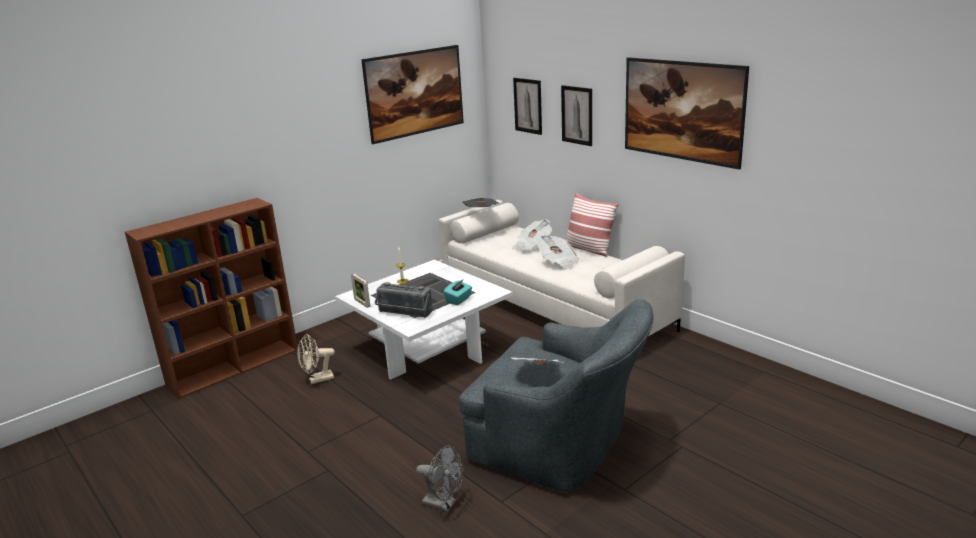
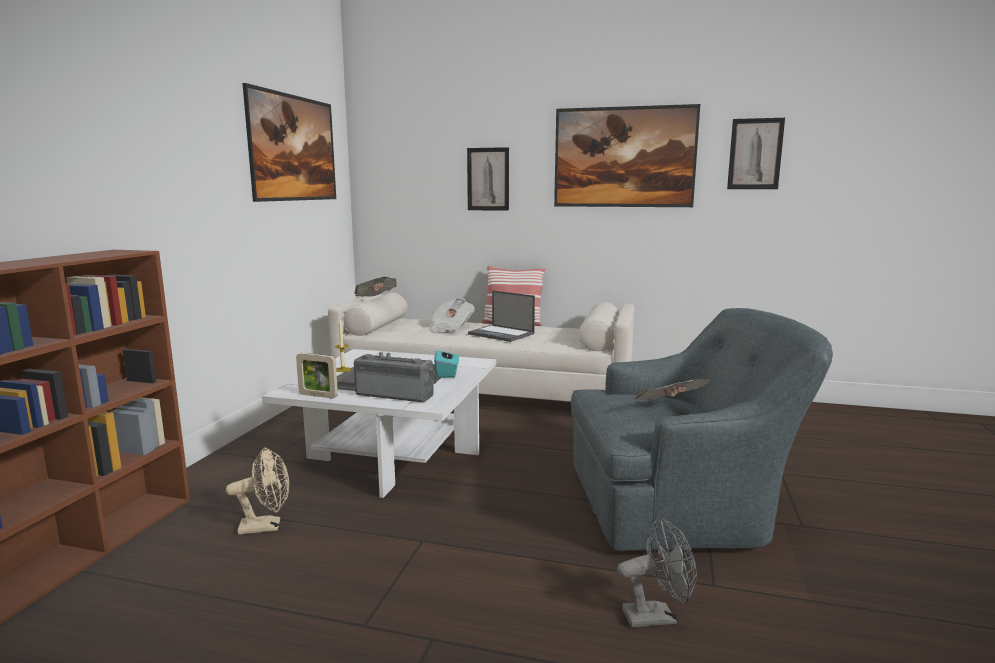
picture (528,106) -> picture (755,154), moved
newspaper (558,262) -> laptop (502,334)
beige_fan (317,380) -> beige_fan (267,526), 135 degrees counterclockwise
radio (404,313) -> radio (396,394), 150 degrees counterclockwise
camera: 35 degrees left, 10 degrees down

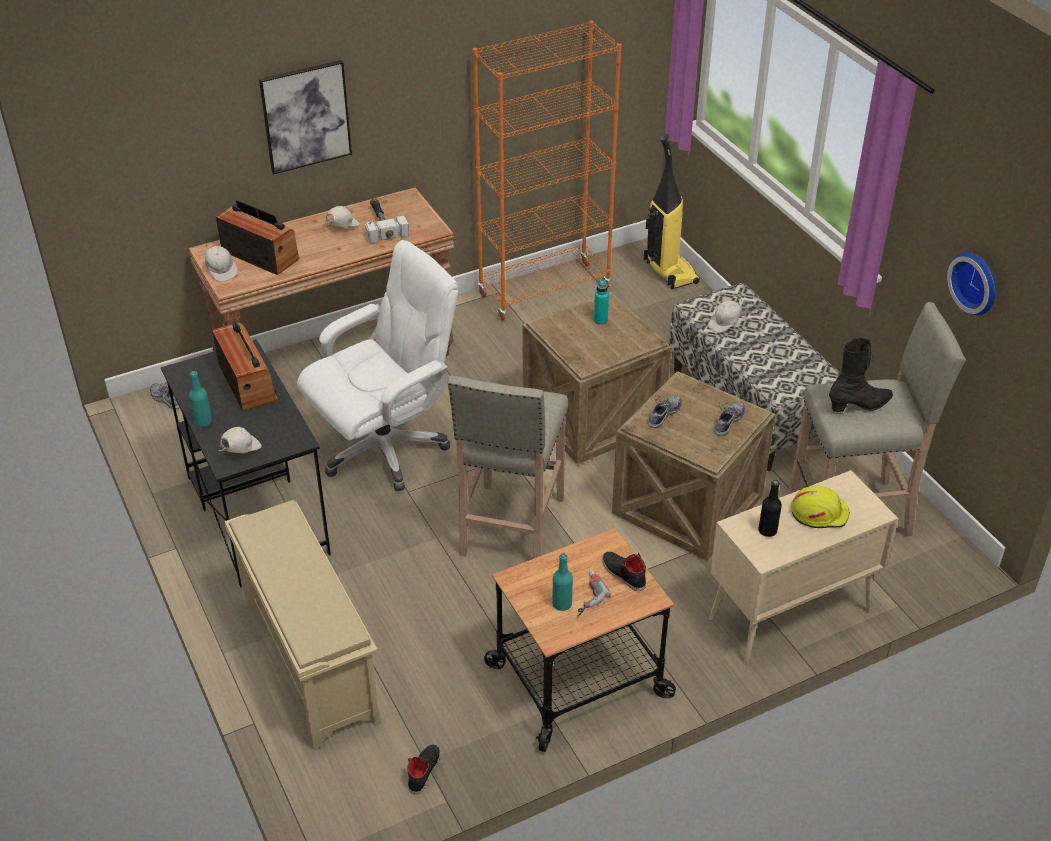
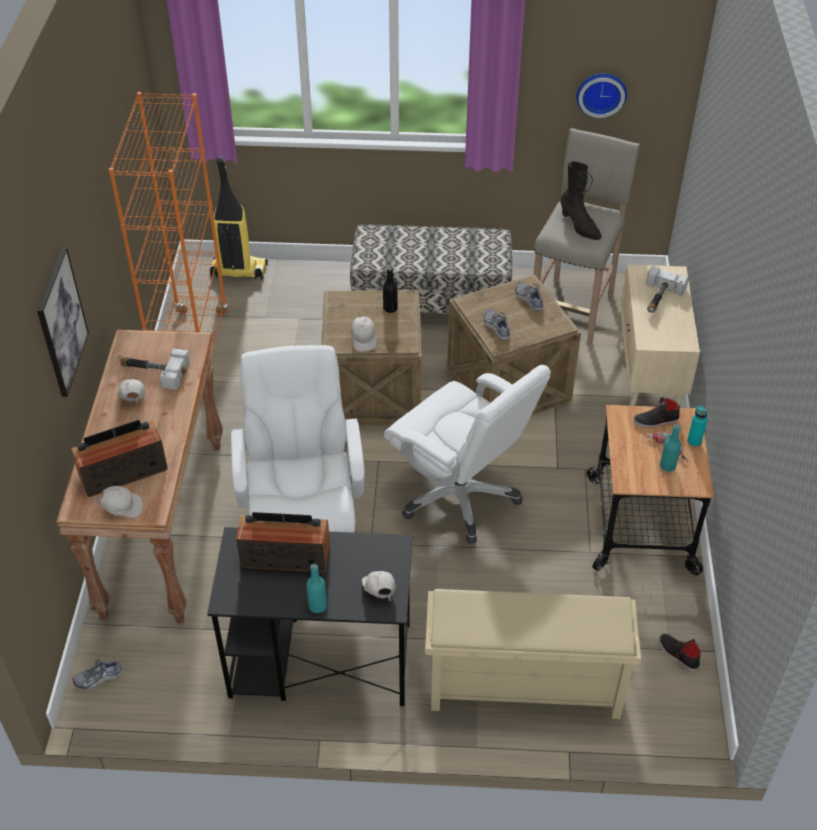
turquoise_bottle (600,320) -> turquoise_bottle (694,441), moved
white_cap (725,324) -> white_cap (364,339), moved
black_bottle (767,531) -> black_bottle (390,308), moved
beige_stool (510,528) -> white_office_chair (460,496)
yellow_hard_hat (819,513) -> hammer (659,298)
black_boot (859,405) -> black_boot (579,226), 135 degrees clockwise
camera: 60 degrees left, 5 degrees up

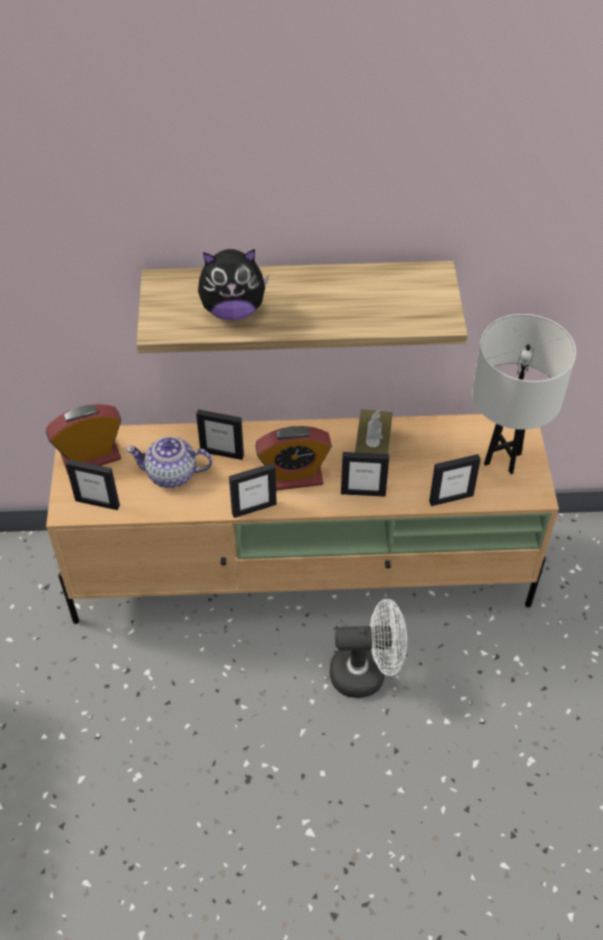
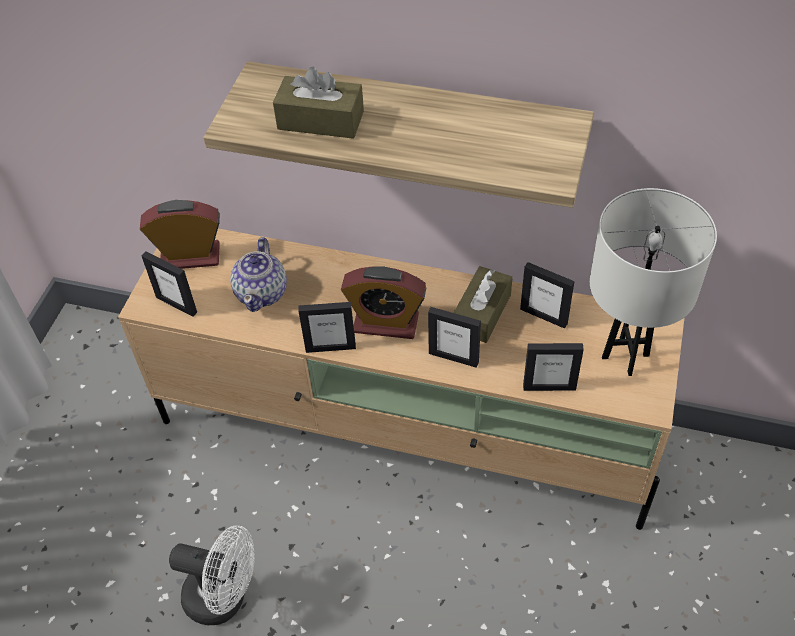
picture_frame (222,453) -> picture_frame (543,316), moved
white_fan (367,673) -> white_fan (225,598), moved
plush_toy (233,310) -> brown_tissue_box (320,120)
teapot (172,474) -> teapot (262,292), 105 degrees counterclockwise
camera: 20 degrees right, 0 degrees up

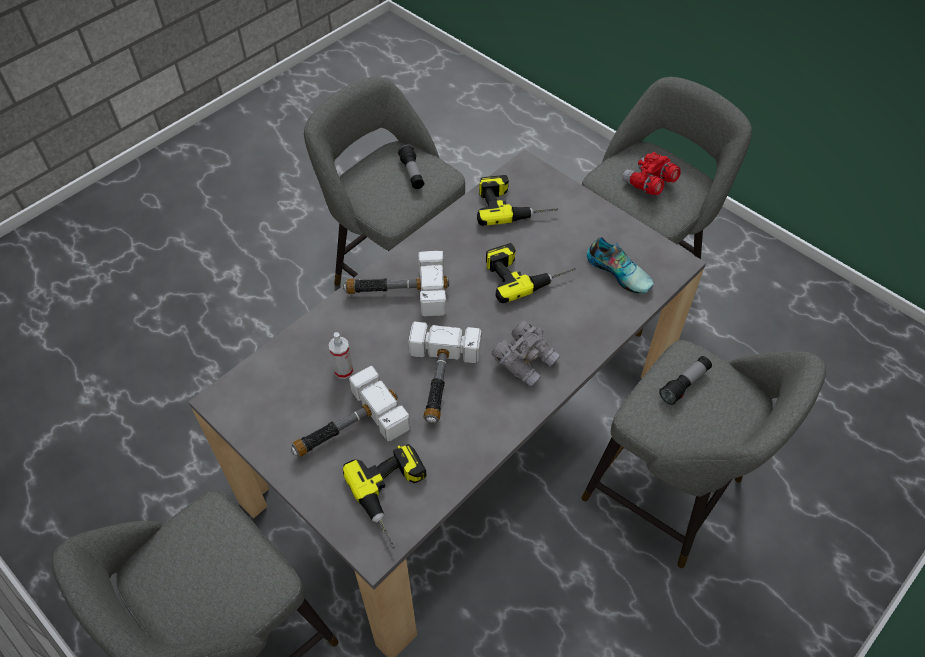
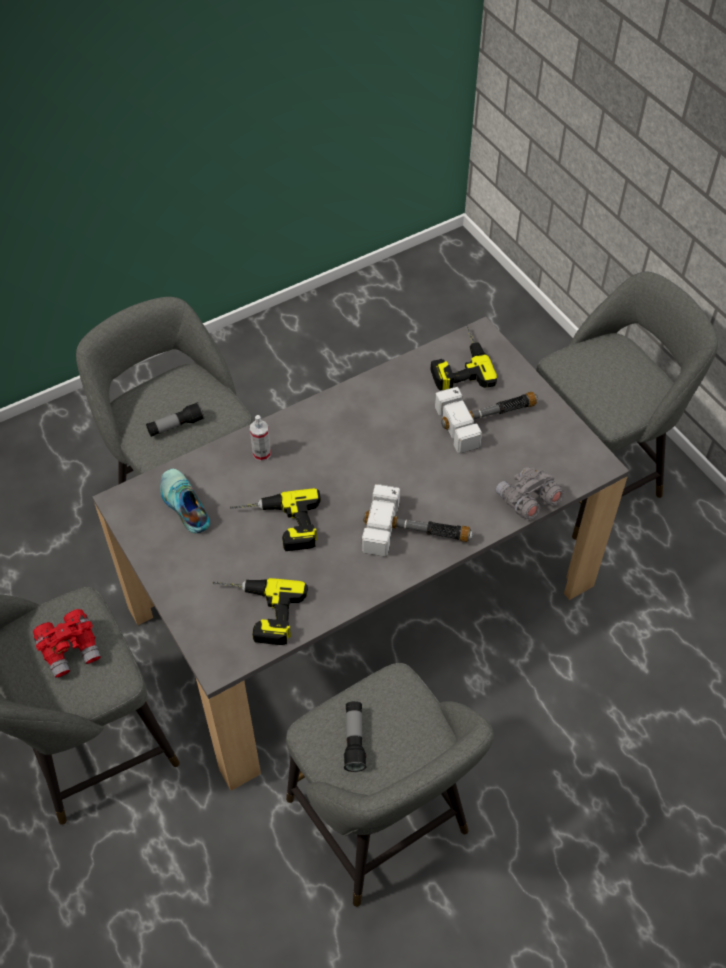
hammer (439,381) -> none
spray_bottle (343,370) -> spray_bottle (262,454), moved
grey_binoculars (525,361) -> grey_binoculars (527,501), moved
camera: 165 degrees left, 0 degrees up

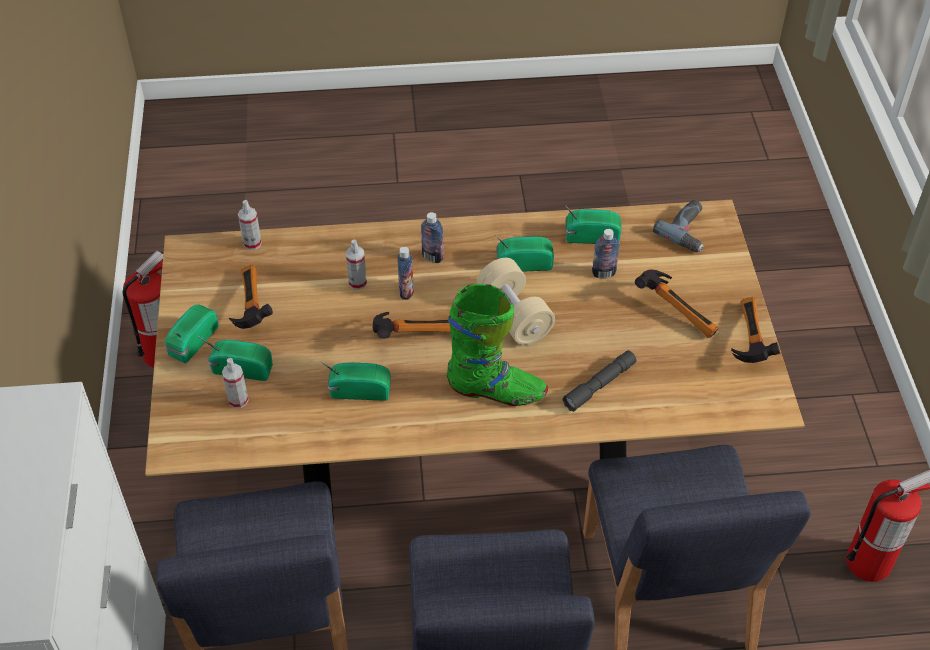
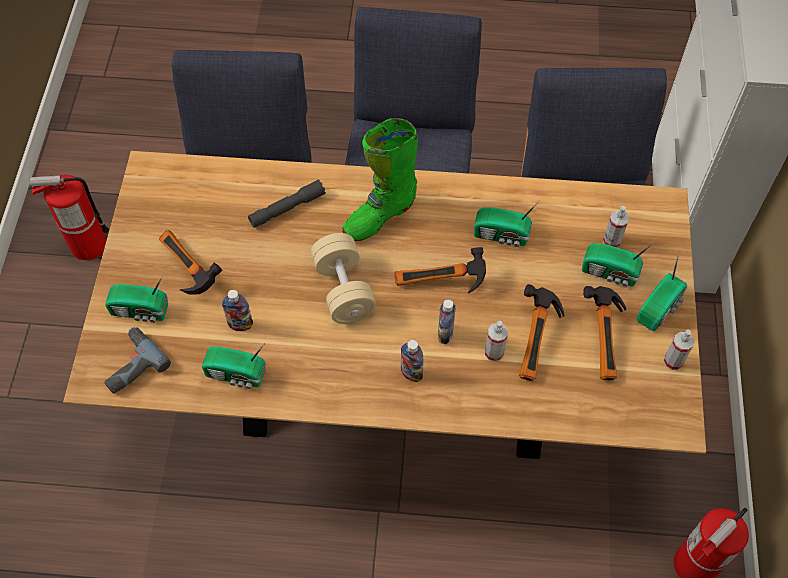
spray_bottle (252,243) -> spray_bottle (673,361), moved
radio (522,263) -> radio (141,311), moved
hammer (745,340) -> hammer (539,342), moved
green_boot (496,391) -> green_boot (379,216), 60 degrees counterclockwise
camera: 170 degrees left, 10 degrees up

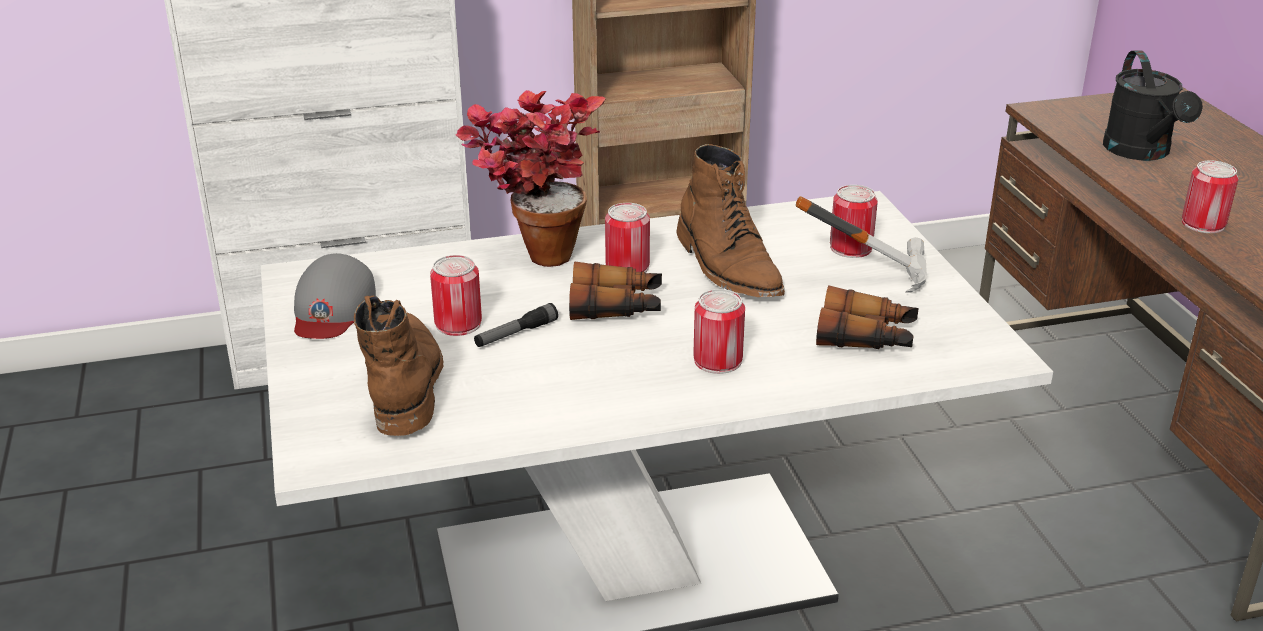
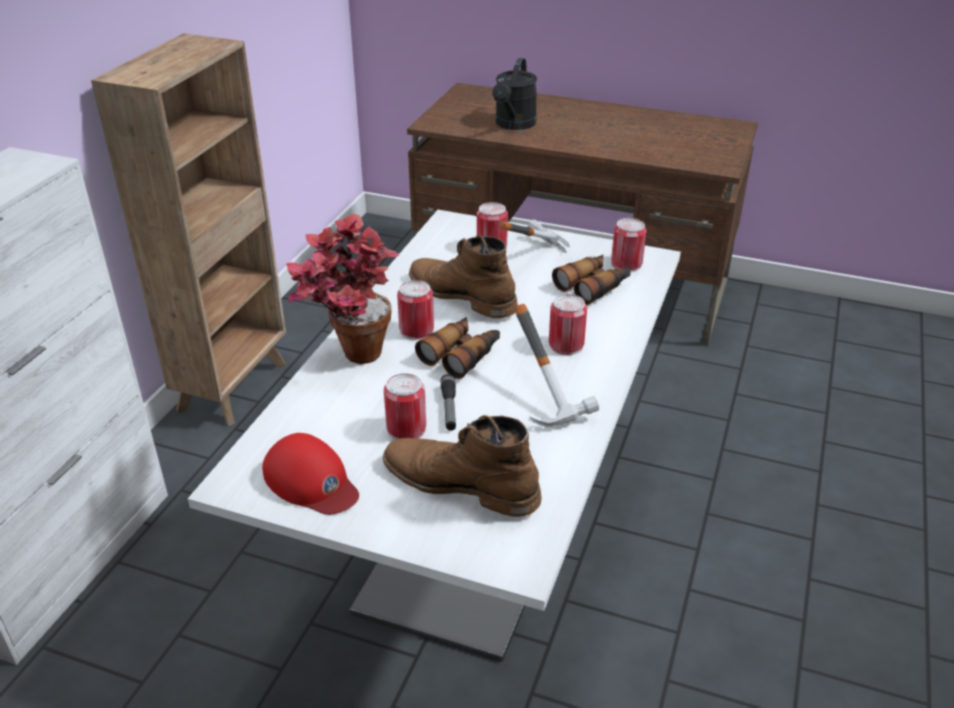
none -> hammer (553,396)
can (1203,223) -> can (626,264), moved
grey_cap (332,308) -> red_cap (311,482)
brown_boot (727,266) -> brown_boot (462,295), 150 degrees counterclockwise
black_watering_can (1142,152) -> black_watering_can (514,125), 75 degrees clockwise
camera: 55 degrees left, 5 degrees up

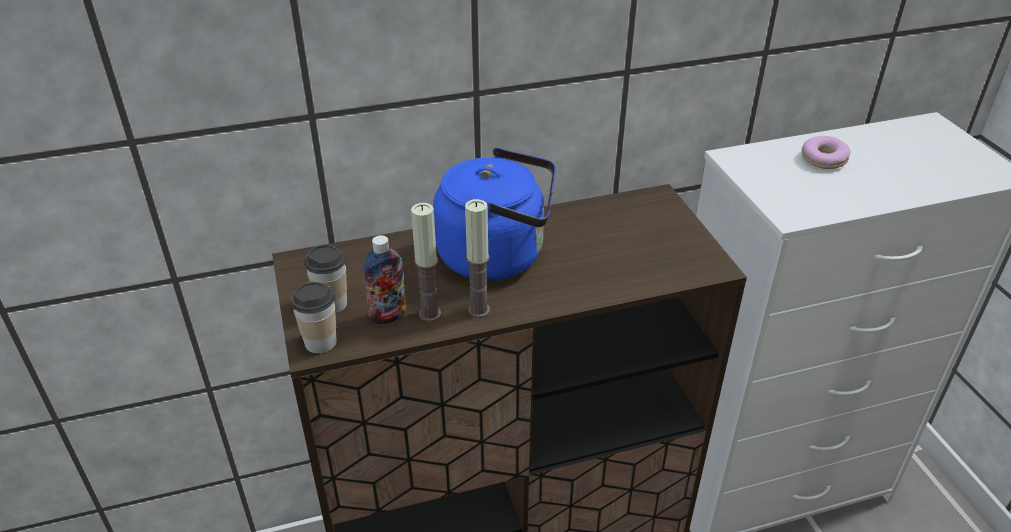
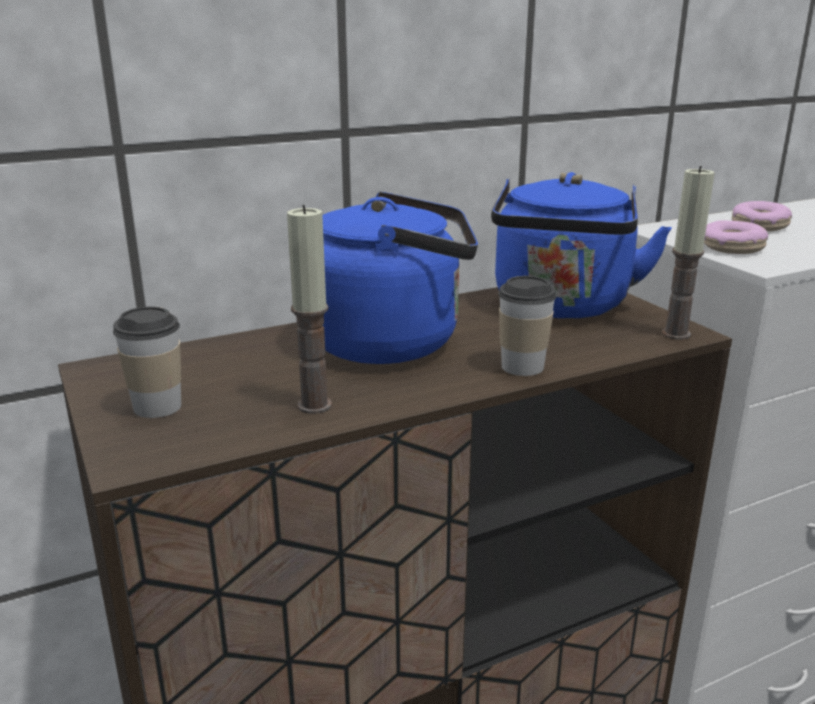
bottle (388,315) -> none
none -> blue_kettle (561,307)
none -> donut (732,247)
cup (320,342) -> cup (522,367), moved
candle (479,310) -> candle (676,334), moved
camera: 10 degrees left, 15 degrees down

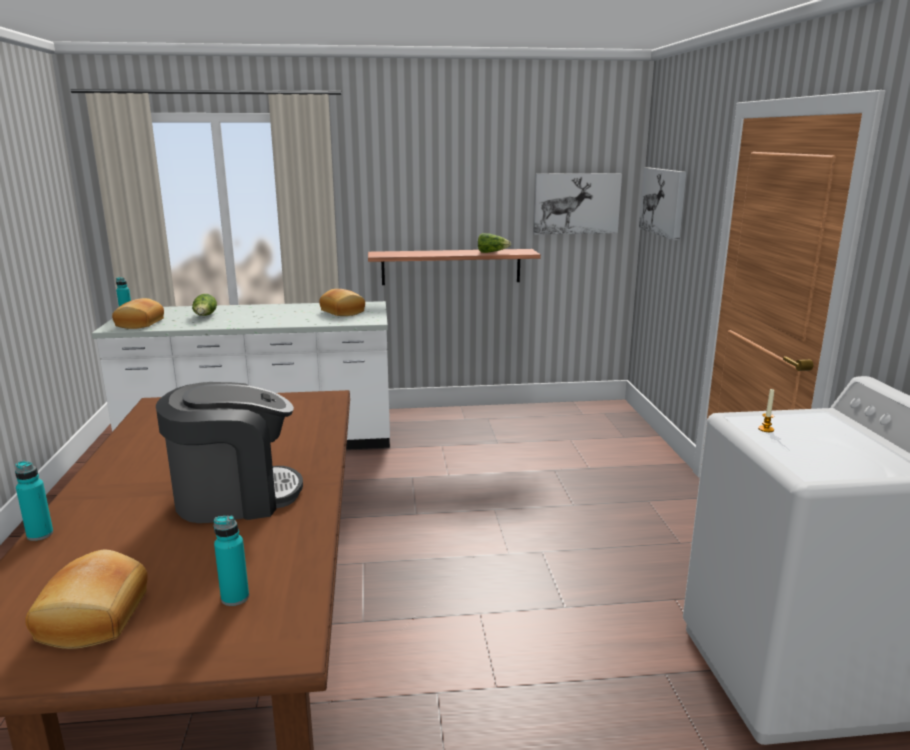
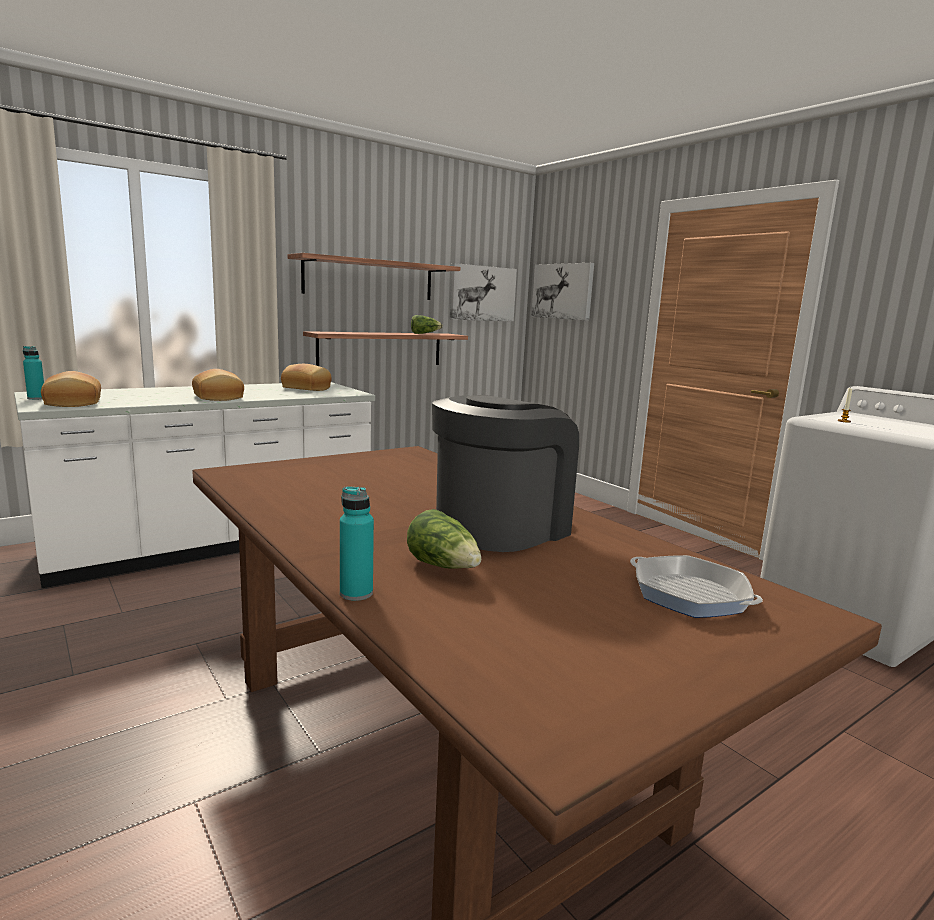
none -> shelf (369,279)
bread (96,617) -> bread (219,397), moved
lettuce (205,316) -> lettuce (444,567), moved
turquoise_bottle (235,597) -> frying_pan (690,594)
camera: 30 degrees left, 5 degrees down

